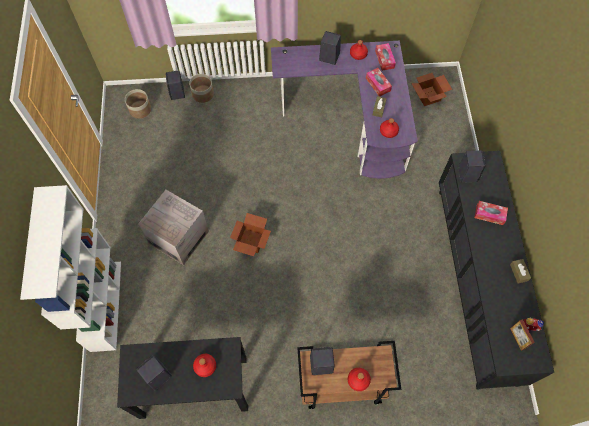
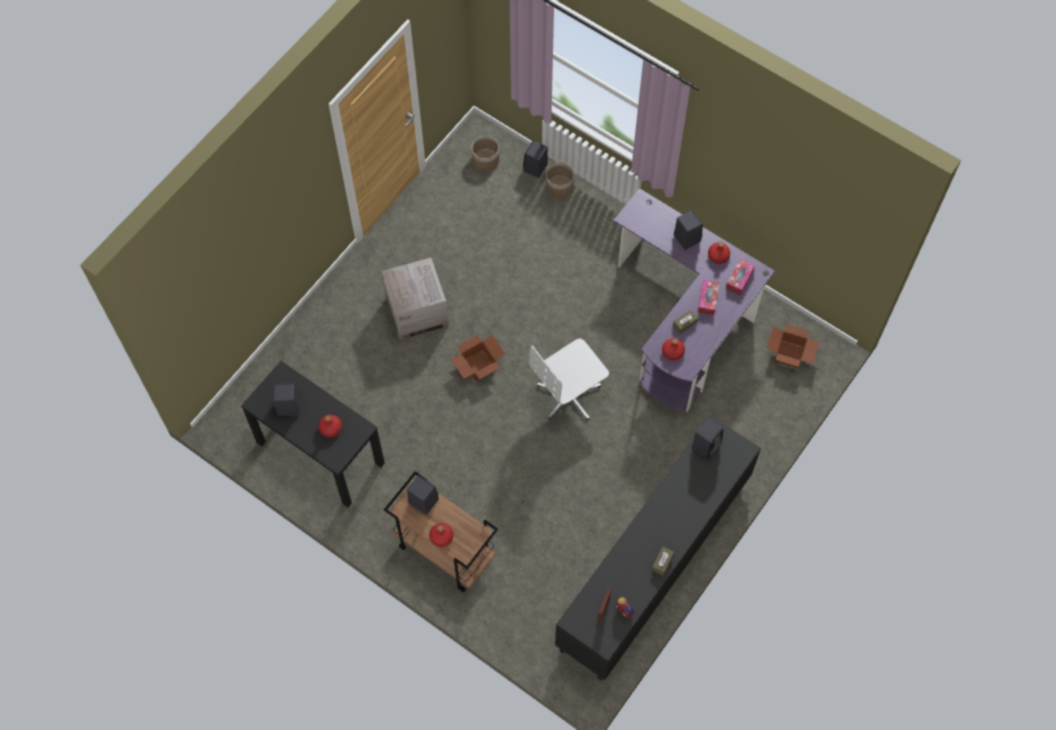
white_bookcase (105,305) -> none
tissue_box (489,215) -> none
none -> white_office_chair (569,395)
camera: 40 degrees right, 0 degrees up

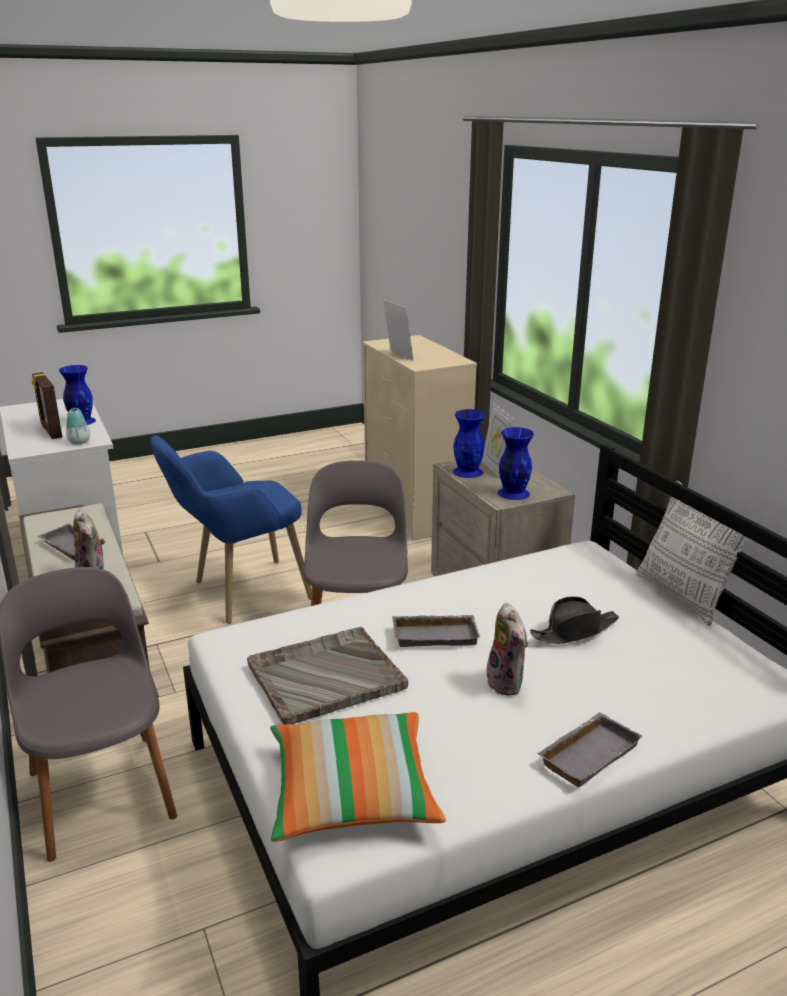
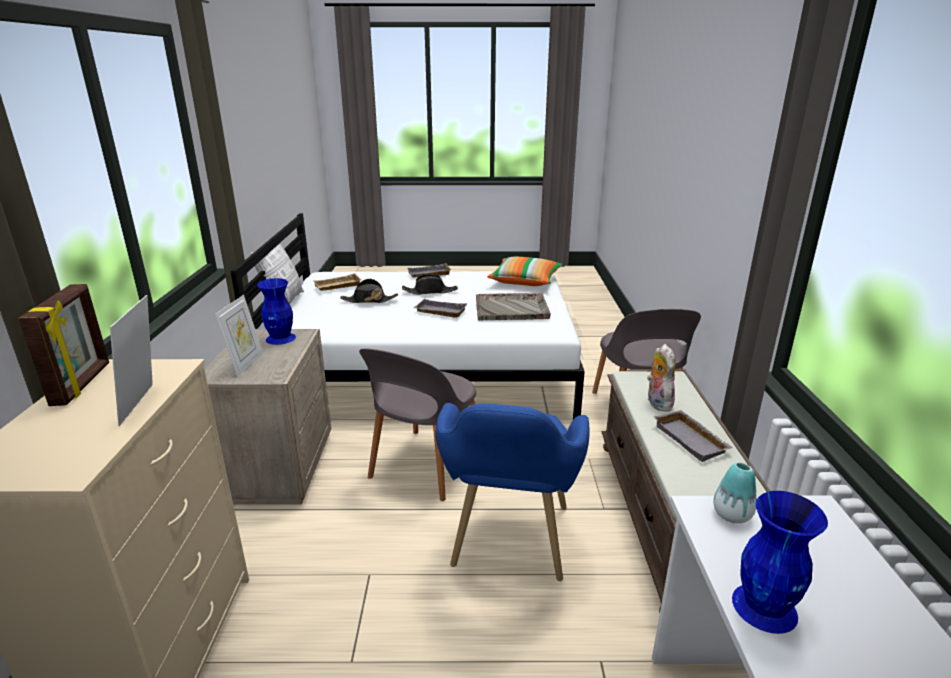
blue_vase (468,472) -> none
none -> beige_tray (337,286)
picture_frame (50,431) -> picture_frame (83,384), moved
plush_toy (508,683) -> black_hat (430,291)
blue_armchair (238,595) -> blue_armchair (509,549), 105 degrees clockwise
camera: 155 degrees left, 0 degrees up

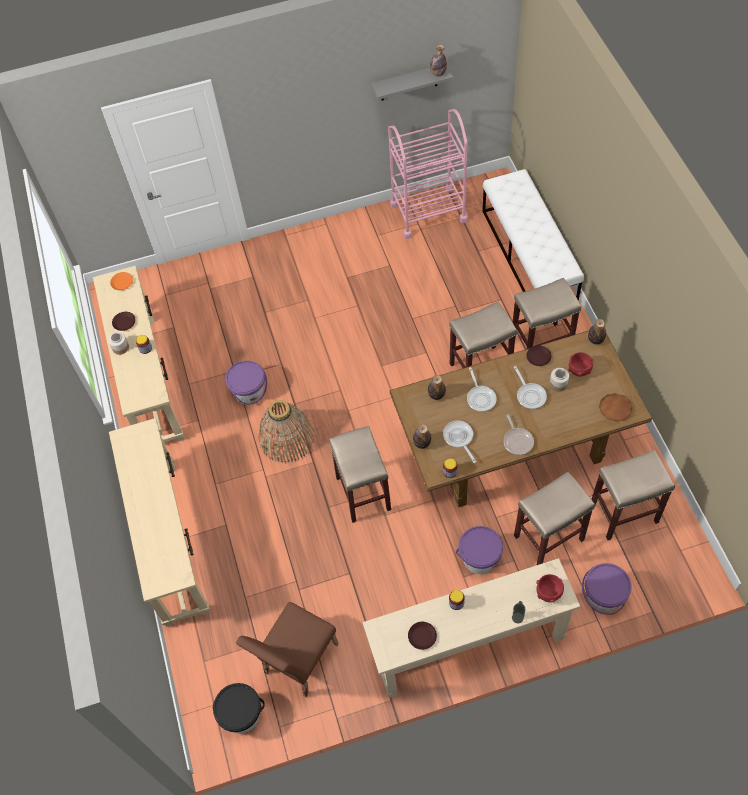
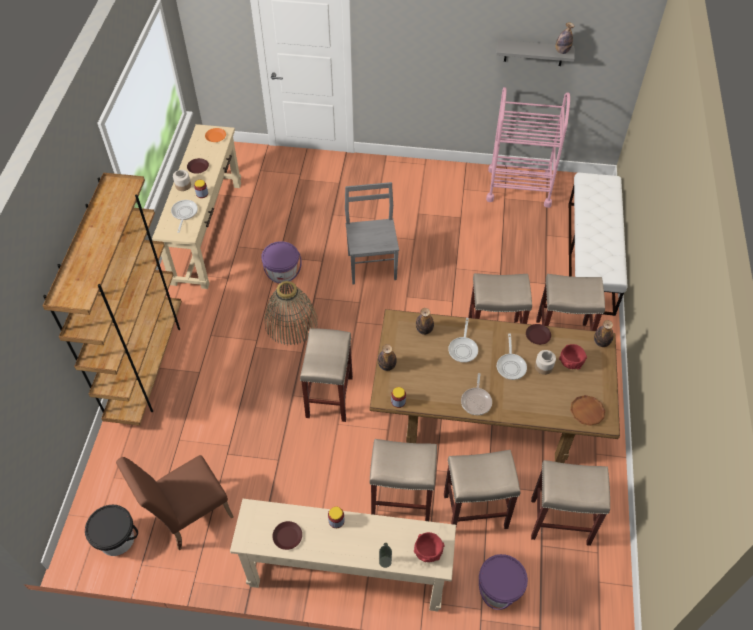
none -> grey_chair (372,265)
frying_pan (459,438) -> frying_pan (184,214), moved
beige_console_table (170,542) -> brown_bookcase (147,366)
purple_bucket (479,558) -> beige_stool (400,500)
camera: 20 degrees right, 5 degrees down

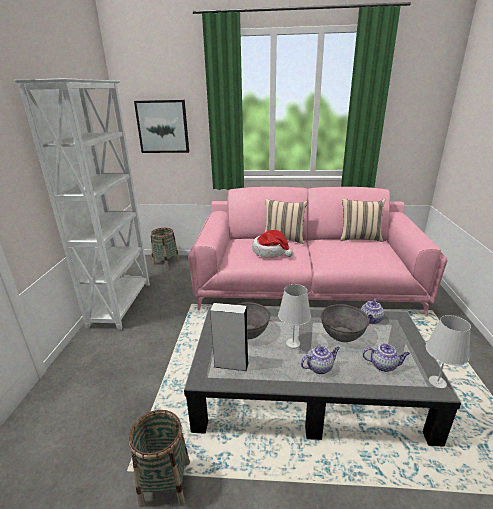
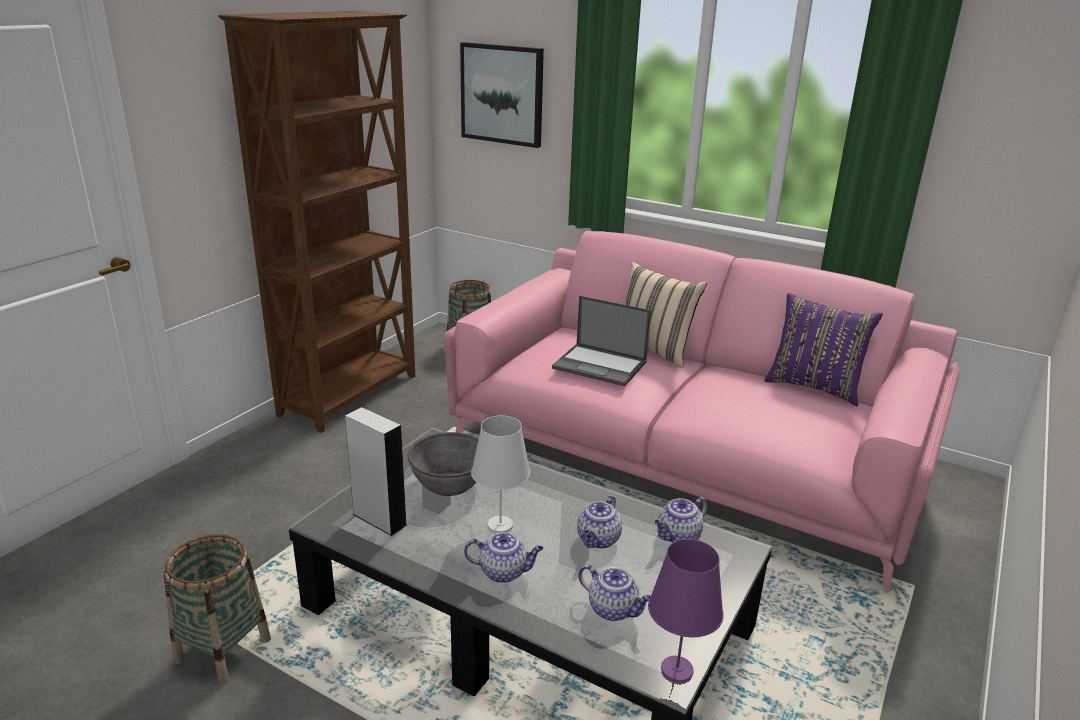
hat (270,251) -> laptop (601,365)
grey_bowl (342,334) -> teapot (598,540)
white_bookcase (122,304) -> brown_bookcase (351,395)
beige_pillow (359,238) -> purple_pillow (814,387)
white_table_lamp (437,382) -> purple_table_lamp (677,669)
camera: 25 degrees right, 0 degrees up

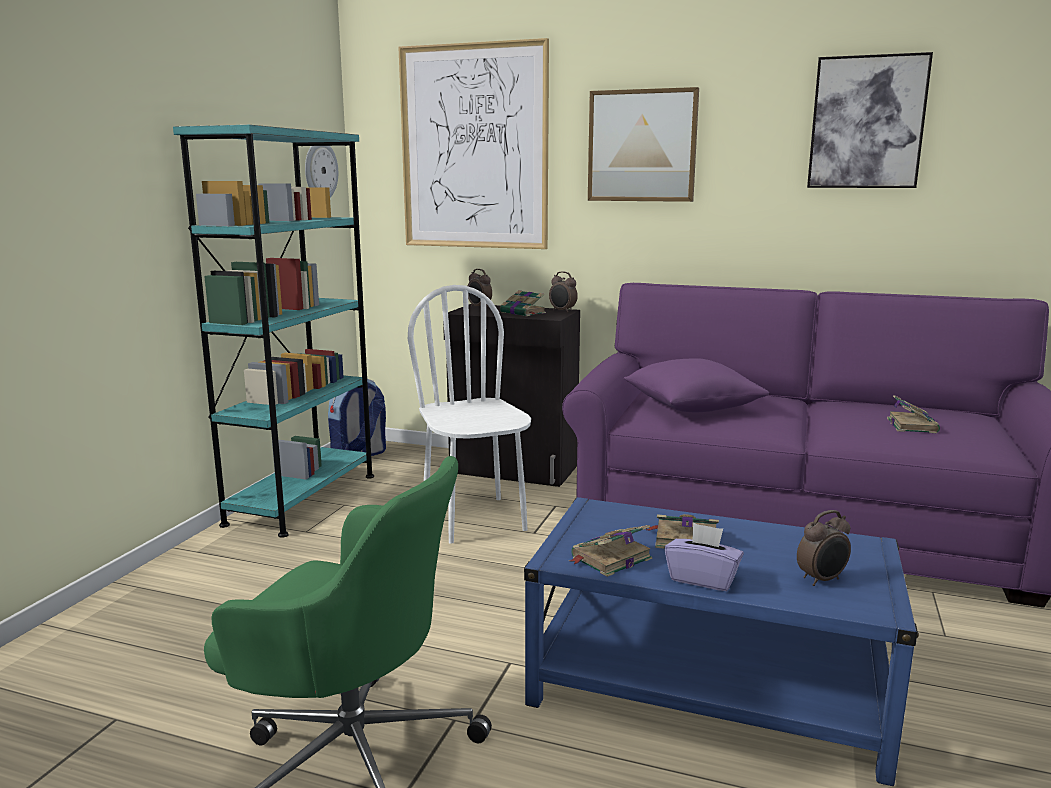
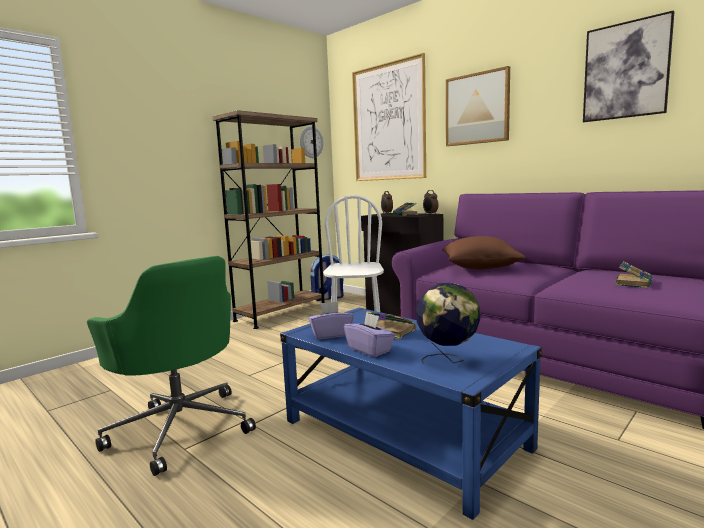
book (610,558) -> purple_tissue_box (331,334)
alarm_clock (822,580) -> globe (448,360)
turquoise_bookcase (302,499) -> brown_bookcase (281,314)
purple_pillow (692,407) -> brown_pillow (480,267)
camera: 25 degrees right, 5 degrees down

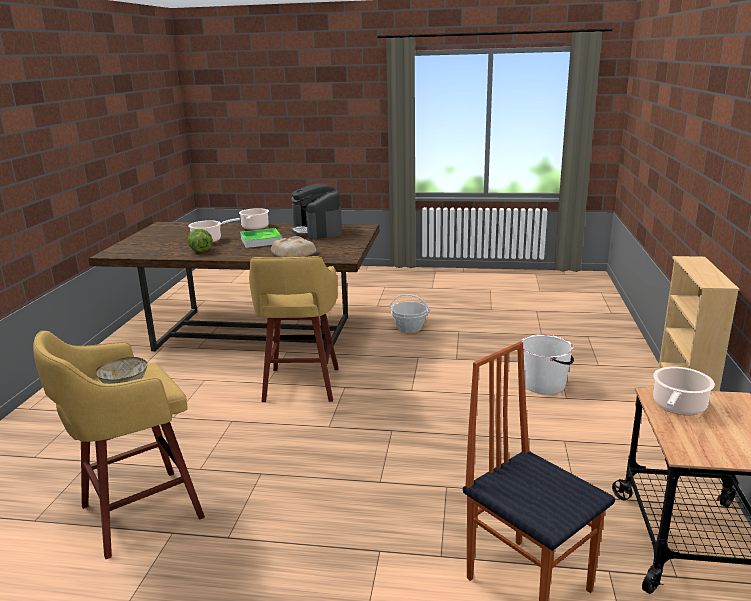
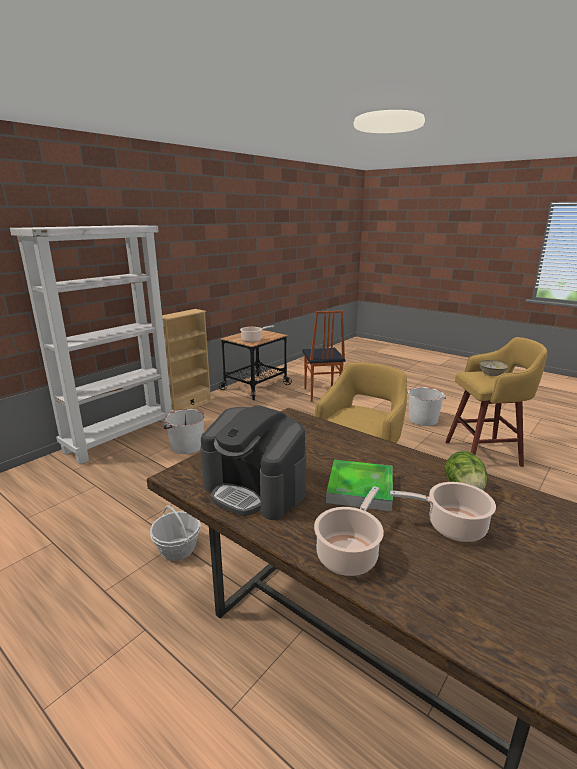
bread (293,253) -> none
none -> white_bookcase (121,437)
none -> white_bucket (422,420)
coffee_machine (317,231) -> coffee_machine (255,489), 120 degrees clockwise
camera: 150 degrees left, 0 degrees up

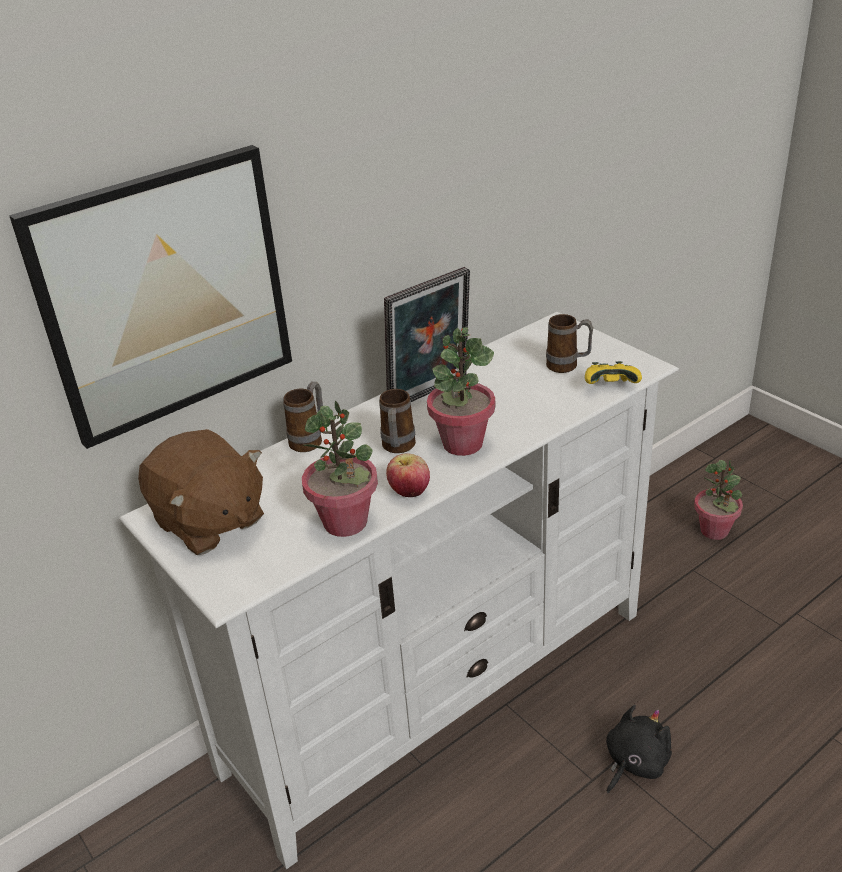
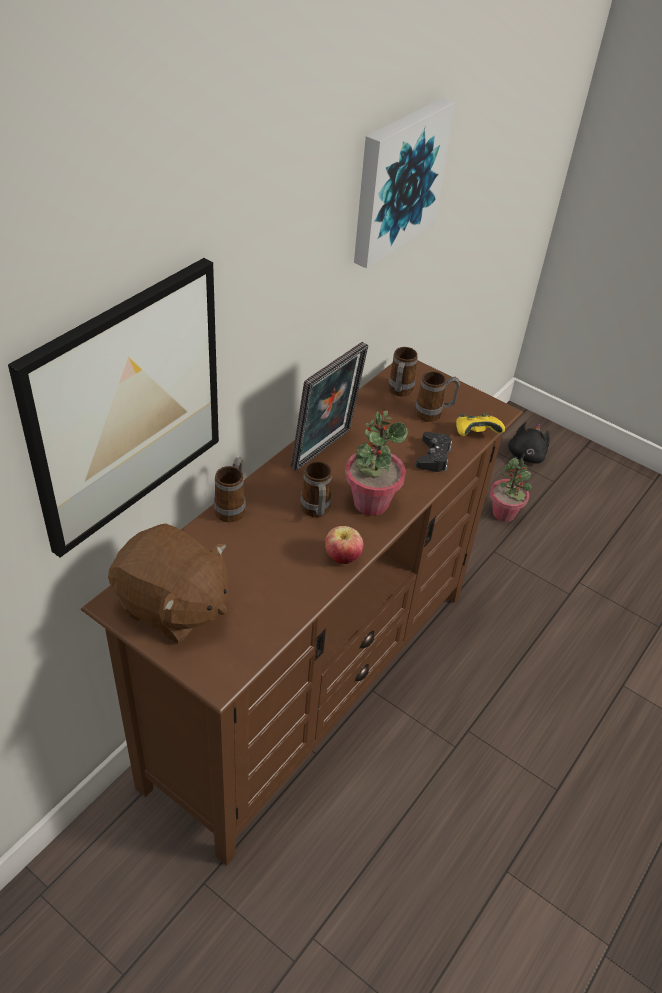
potted_plant (346,522) -> none
none -> picture (397,181)
none -> mug (399,392)
none -> black_game_controller (433,457)
black_plush_toy (634,762) -> black_plush_toy (524,457), moved
white_tv_stand (438,687) -> brown_tv_stand (312,682)
camera: 20 degrees left, 10 degrees up

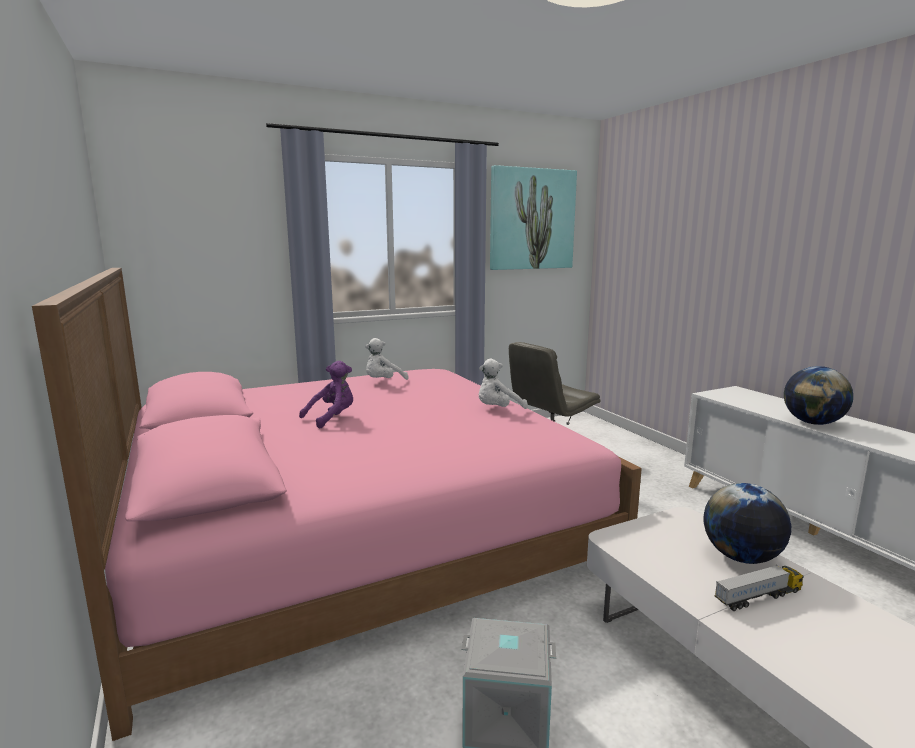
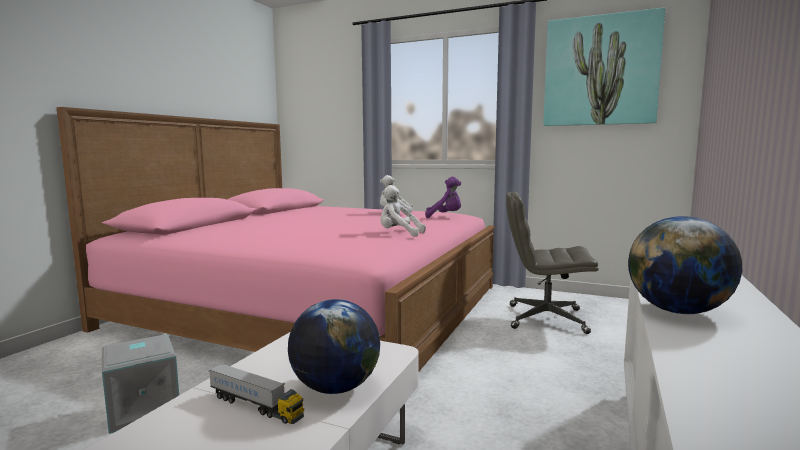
purple_plush_toy (332,418) -> purple_plush_toy (445,216), moved
camera: 50 degrees right, 5 degrees down

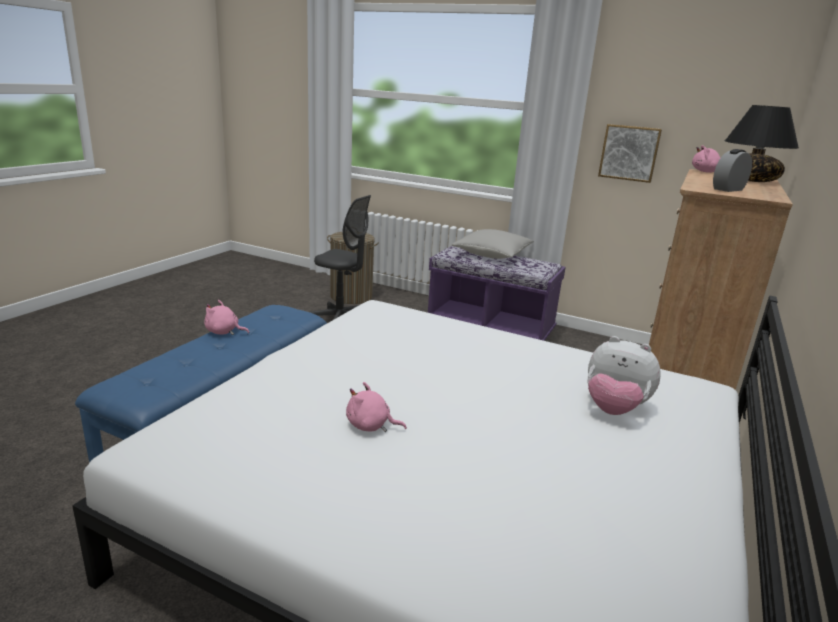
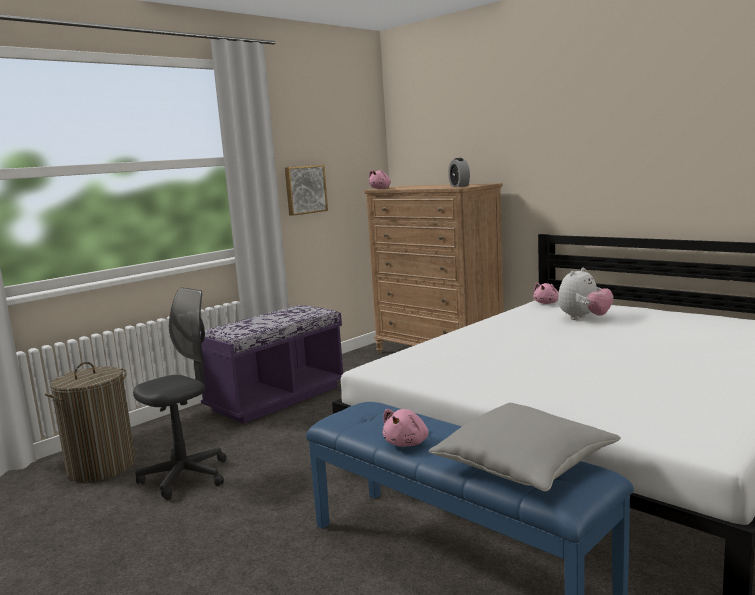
black_table_lamp (750,180) -> none
pink_plush_toy (370,426) -> pink_plush_toy (547,303), moved
grey_pillow (492,255) -> grey_pillow (524,466), moved
camera: 70 degrees left, 10 degrees down

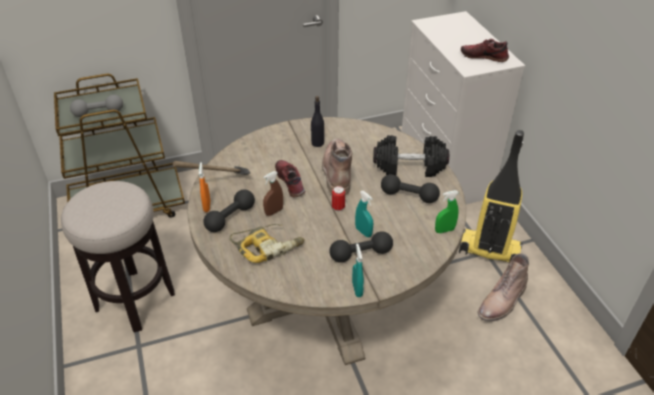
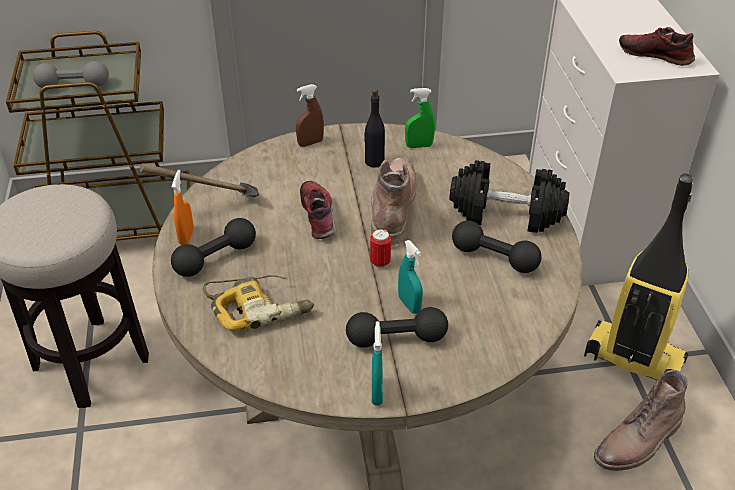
brown_spray_bottle (274,211) -> brown_spray_bottle (310,143), moved
green_spray_bottle (444,230) -> green_spray_bottle (419,146), moved
camera: 10 degrees right, 0 degrees up

